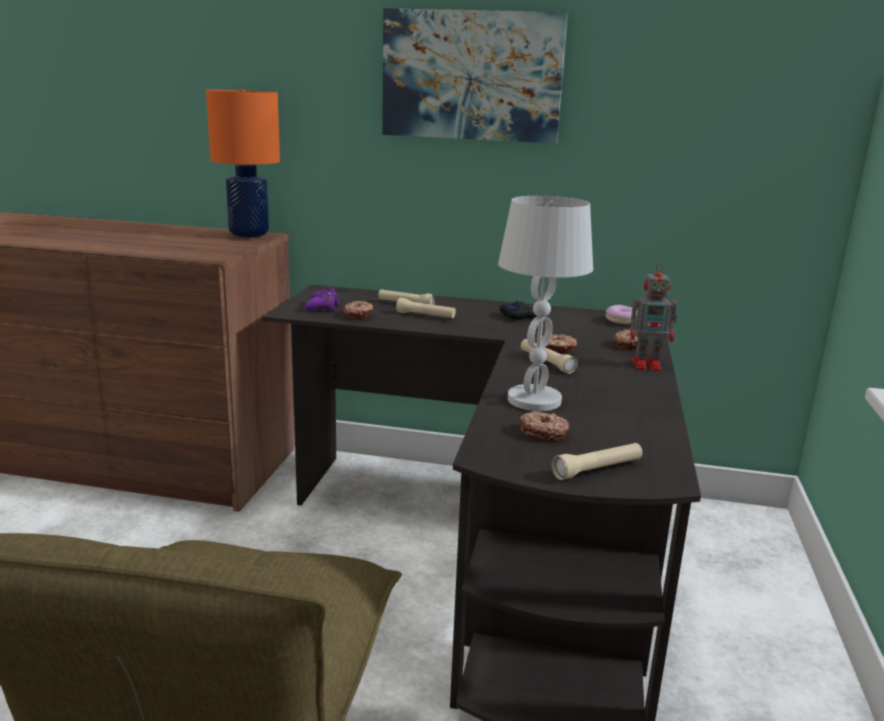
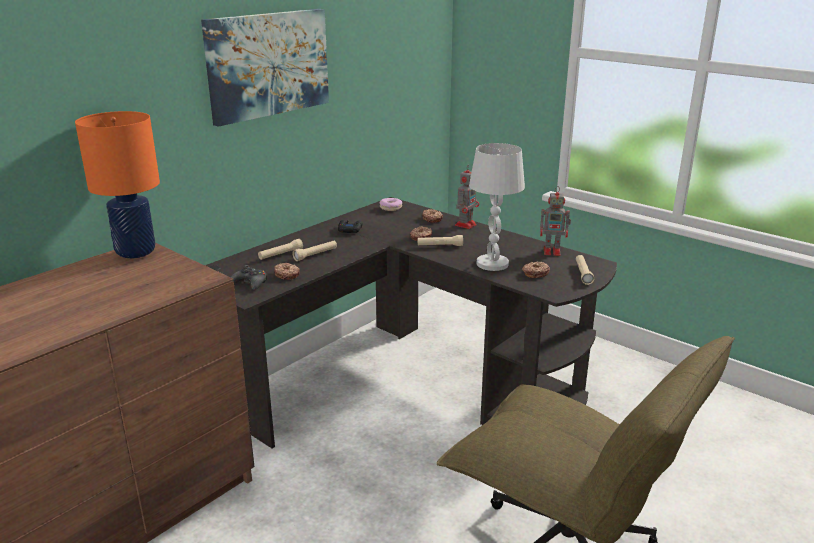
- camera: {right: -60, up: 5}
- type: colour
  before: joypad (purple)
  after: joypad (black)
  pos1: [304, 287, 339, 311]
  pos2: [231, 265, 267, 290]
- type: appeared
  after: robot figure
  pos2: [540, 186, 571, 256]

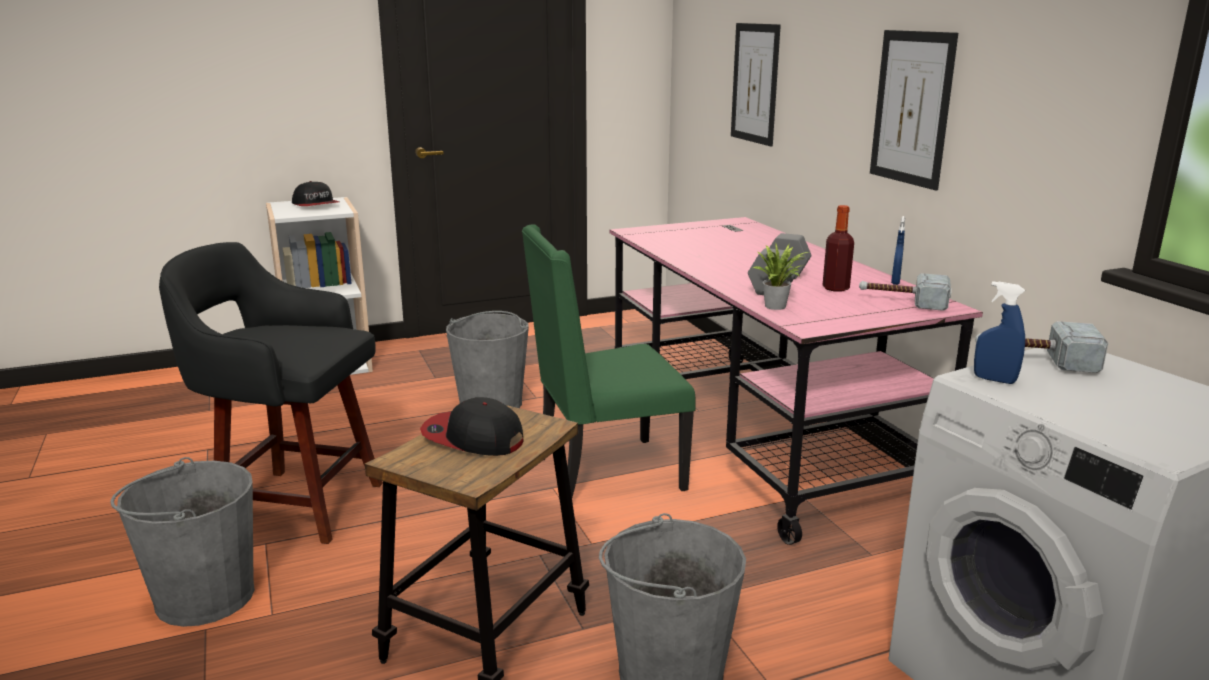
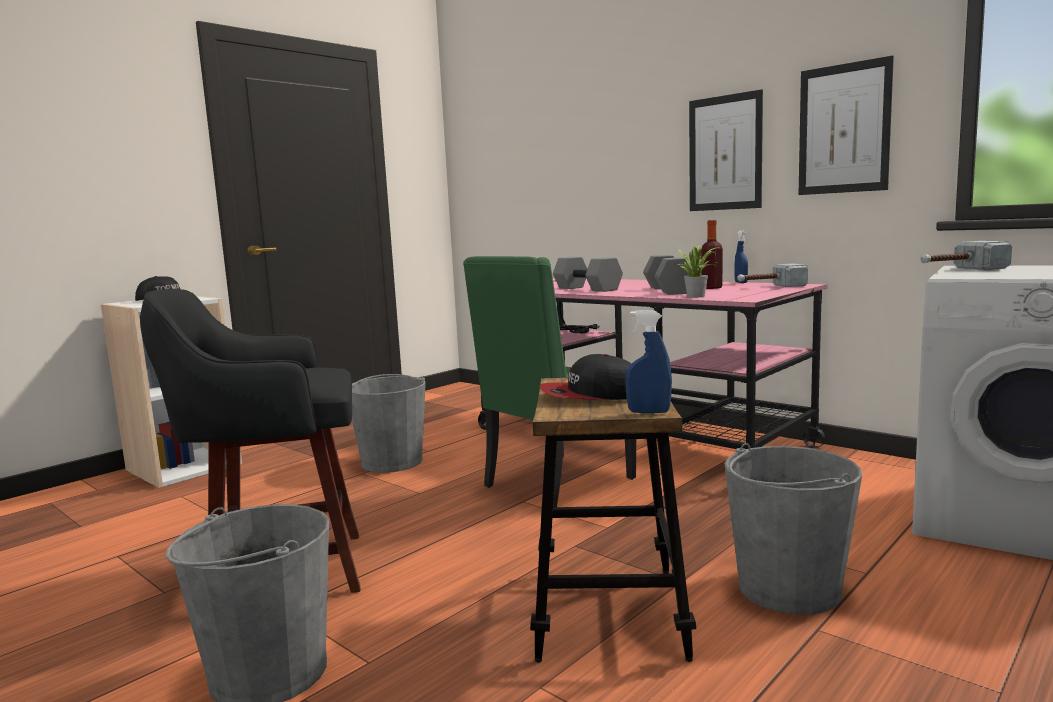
- camera: {right: -25, up: -10}
- type: appeared
  after: dumbbell (grey)
  pos2: [553, 257, 623, 292]
- type: relocated
  before: hand sprayer (bluish)
  pos1: [974, 281, 1025, 384]
  pos2: [625, 311, 672, 413]
- type: relocated
  before: picture
  pos1: [731, 23, 781, 146]
  pos2: [799, 55, 894, 195]

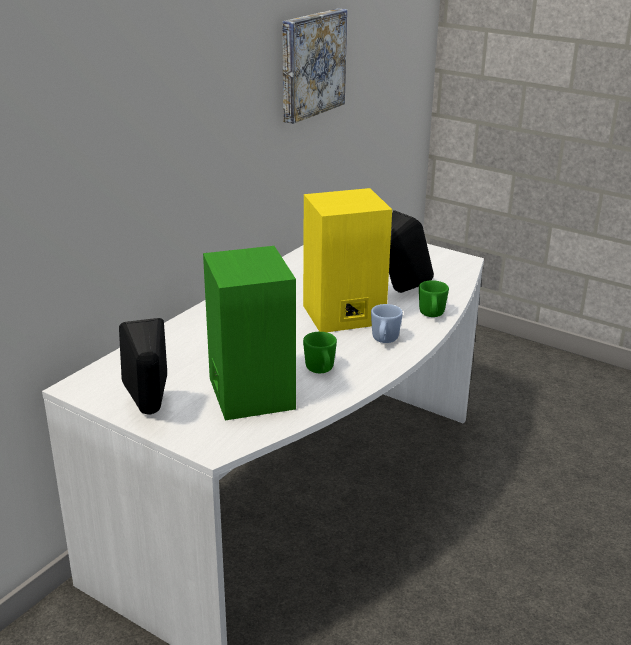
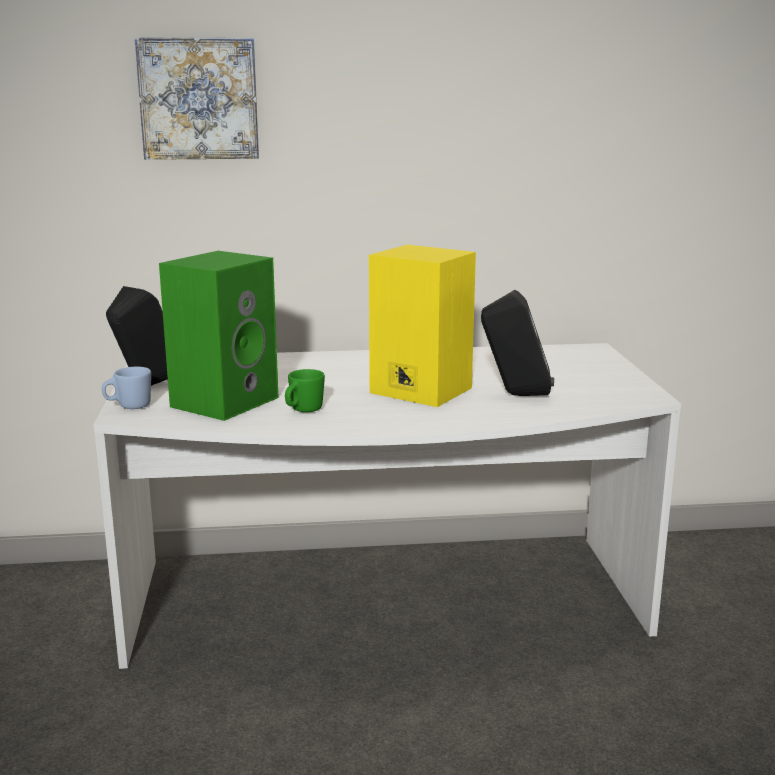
- camera: {right: 50, up: -10}
- type: relocated
  before: coffee mug (bluish)
  pos1: [371, 304, 403, 343]
  pos2: [102, 367, 151, 409]
- type: relocated
  before: picture
  pos1: [283, 8, 347, 124]
  pos2: [135, 37, 259, 160]
- type: missing
  before: coffee mug (green-coloured)
  pos1: [419, 280, 449, 317]

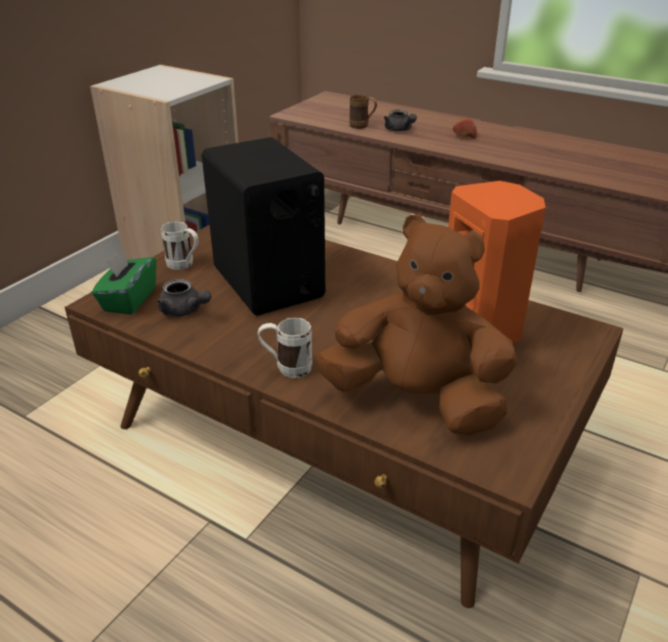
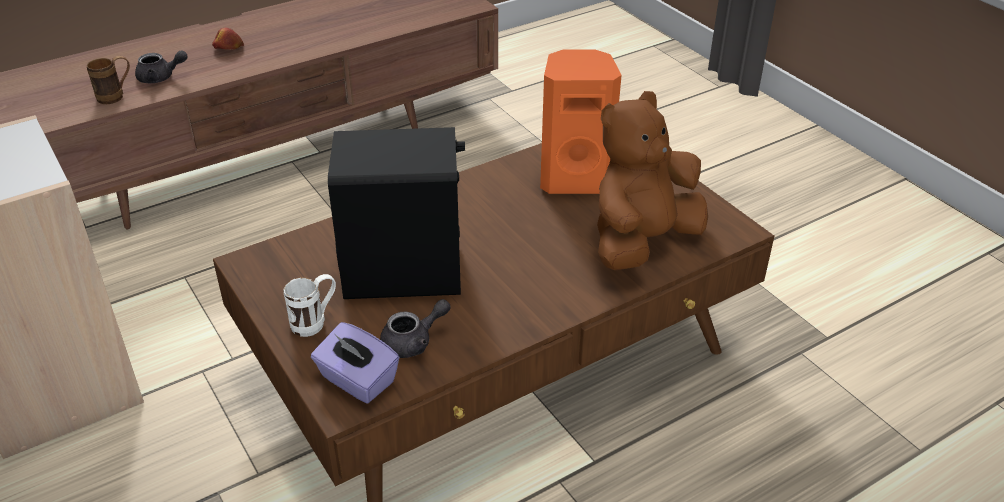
- camera: {right: -65, up: 5}
- type: colour
  before: tissue holder (green-coloured)
  after: tissue holder (purple)
  pos1: [92, 249, 156, 315]
  pos2: [311, 322, 399, 404]
- type: missing
  before: coffee mug (white-coloured)
  pos1: [258, 318, 312, 378]

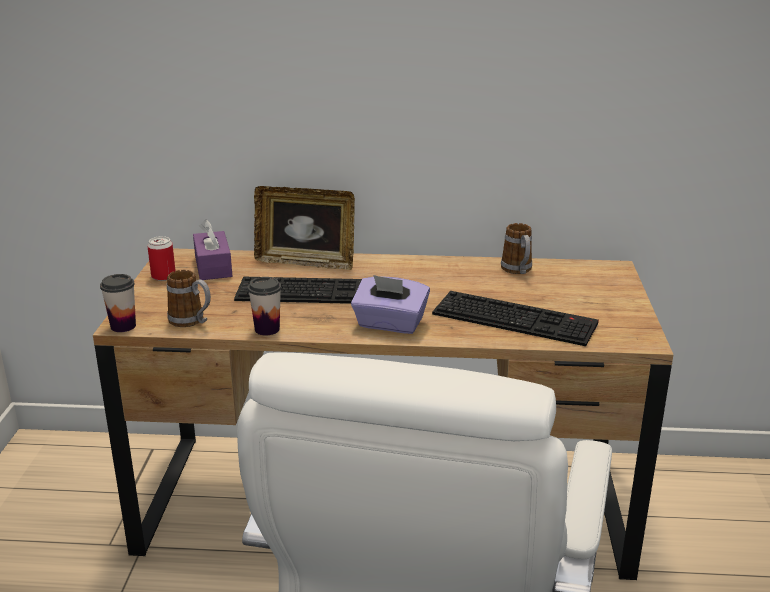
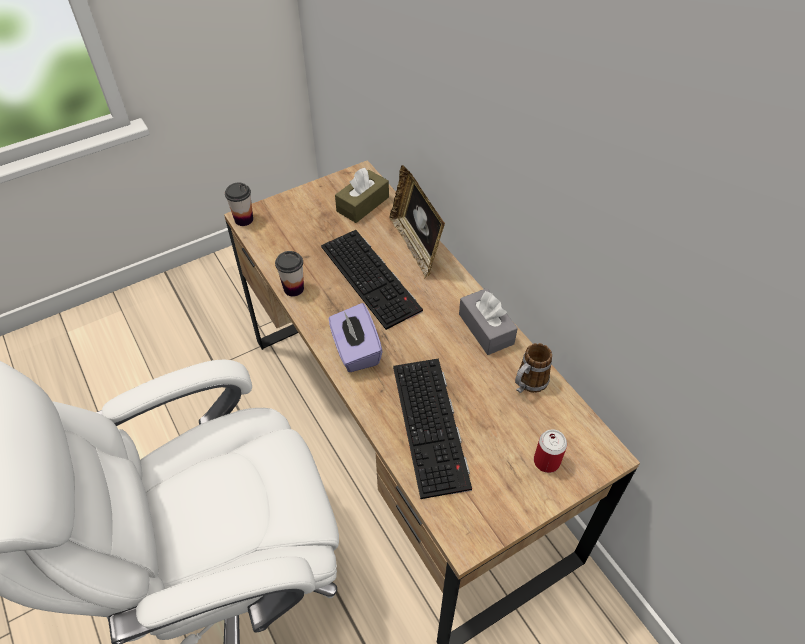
- camera: {right: 55, up: 25}
- type: colour
  before: tissue holder (purple)
  after: tissue holder (brownish)
  pos1: [193, 219, 232, 280]
  pos2: [335, 168, 389, 223]
- type: appeared
  after: tissue holder (grey)
  pos2: [459, 288, 518, 355]
- type: relocated
  before: sealed can
  pos1: [147, 236, 176, 281]
  pos2: [534, 429, 567, 473]
- type: missing
  before: coffee mug
  pos1: [167, 270, 211, 327]

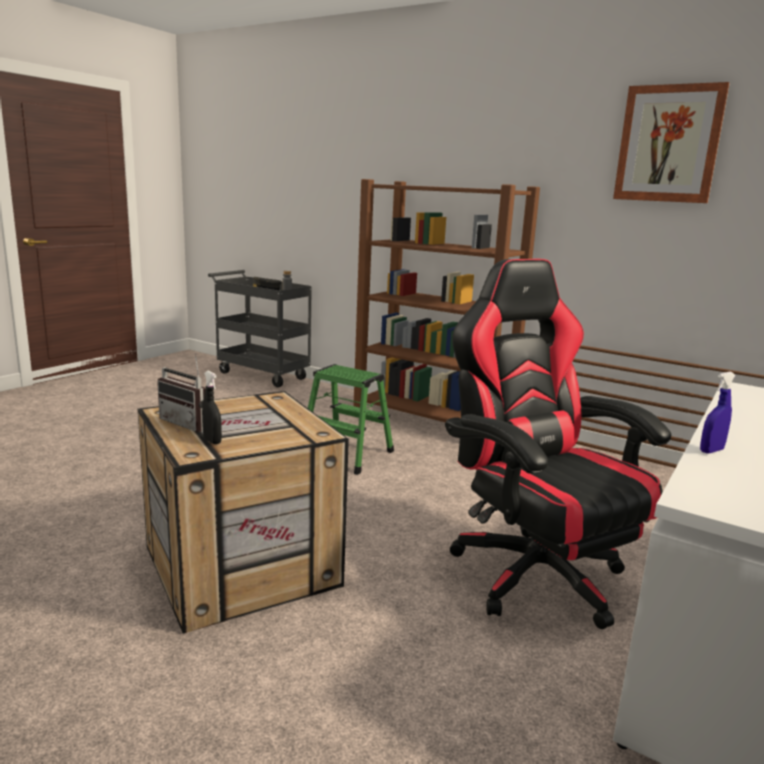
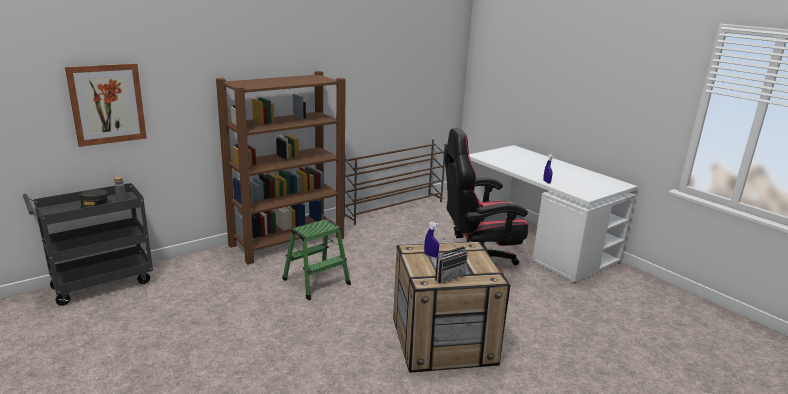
- camera: {right: -70, up: 5}
- type: relocated
  before: picture
  pos1: [613, 82, 730, 203]
  pos2: [65, 63, 147, 147]
- type: appeared
  after: hand sprayer (bluish)
  pos2: [424, 222, 439, 257]
- type: missing
  before: hand sprayer (black)
  pos1: [202, 371, 222, 444]

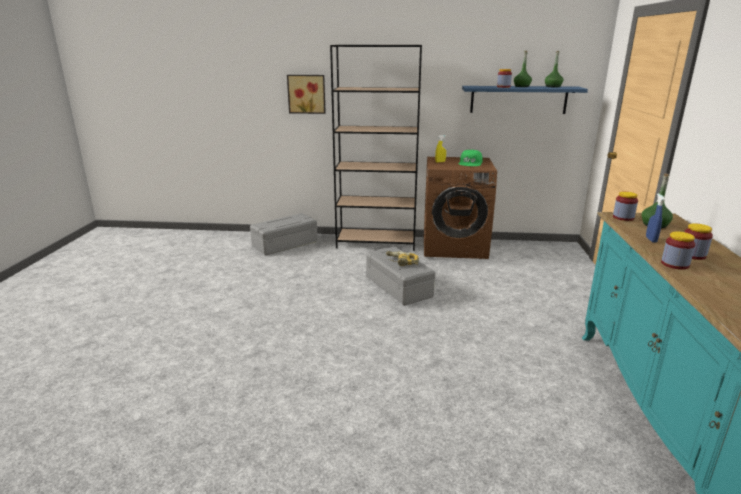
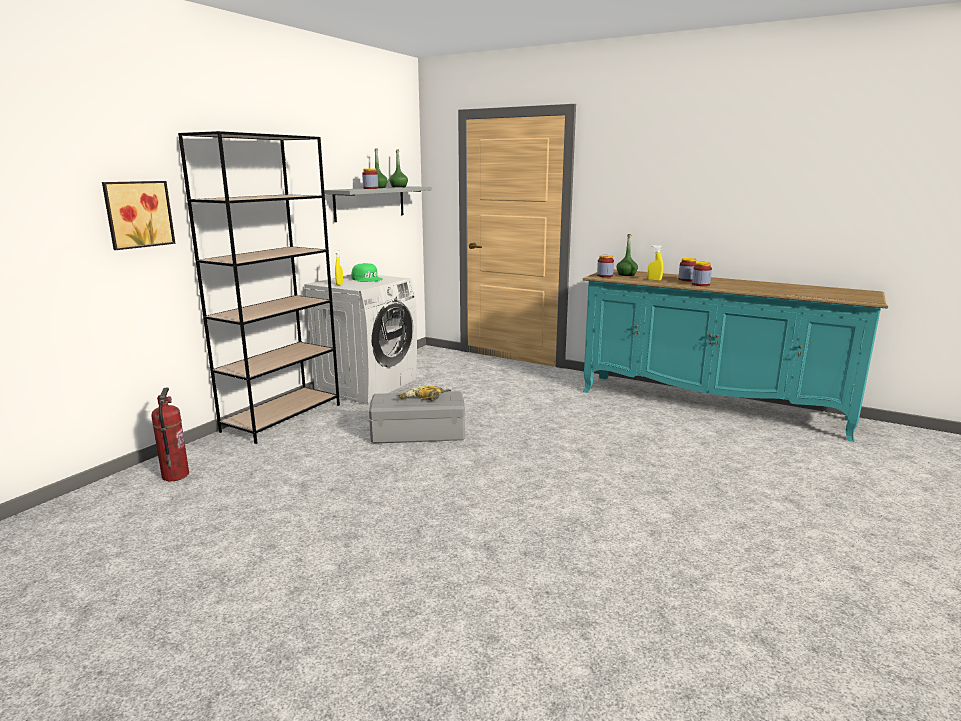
- camera: {right: -65, up: -5}
- type: exchanged
  before: storage bin (grey)
  after: fire extinguisher
  pos1: [250, 213, 318, 255]
  pos2: [151, 387, 189, 481]
- type: colour
  before: washing machine (brownish)
  after: washing machine (white-coloured)
  pos1: [424, 157, 497, 259]
  pos2: [304, 274, 417, 404]
- type: colour
  before: wall shelf (bluish)
  after: wall shelf (grey)
  pos1: [462, 86, 588, 114]
  pos2: [324, 186, 432, 222]
- type: colour
  before: hand sprayer (bluish)
  after: hand sprayer (yellow-coloured)
  pos1: [646, 193, 665, 243]
  pos2: [648, 245, 663, 281]

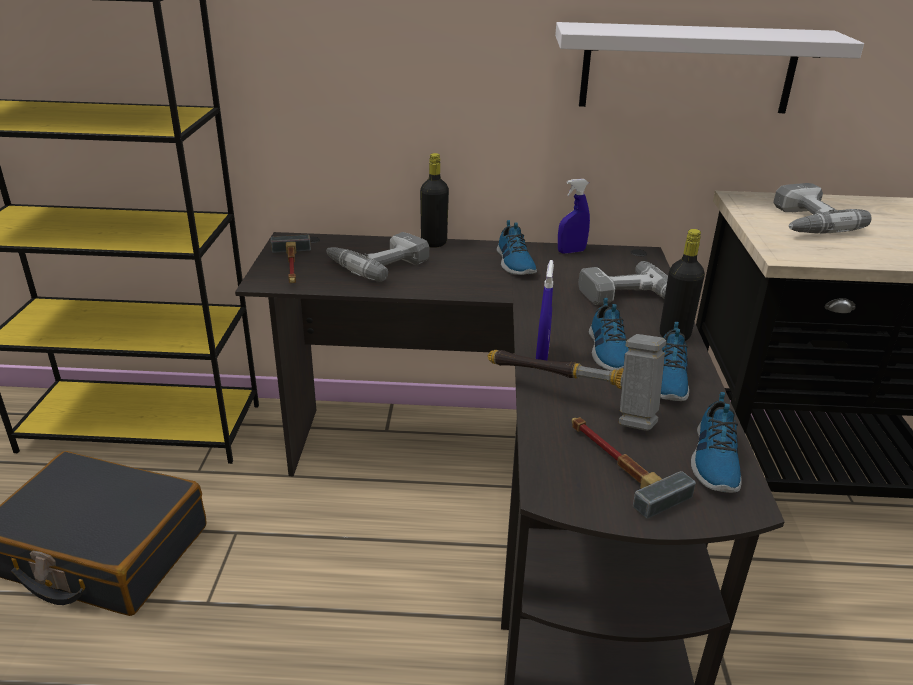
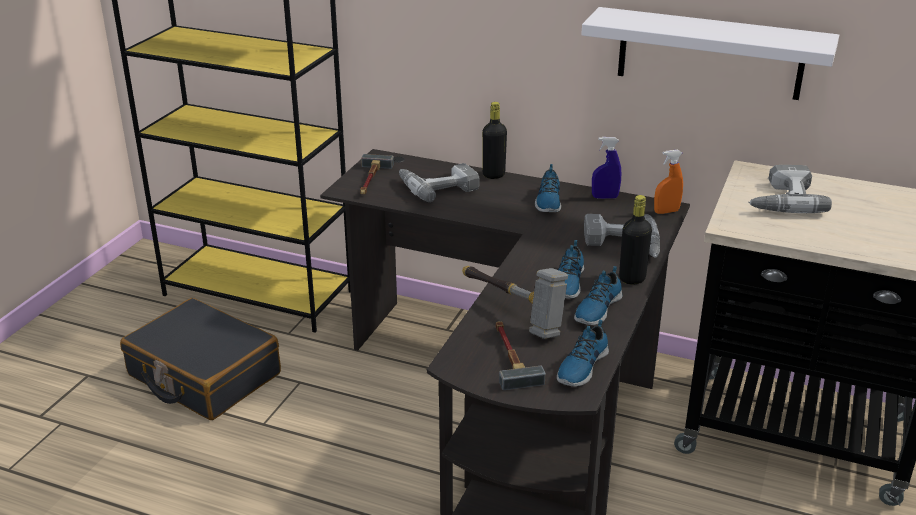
- camera: {right: 20, up: 0}
- type: appeared
  after: hand sprayer (orangey)
  pos2: [654, 150, 683, 214]
- type: missing
  before: hand sprayer (bluish)
  pos1: [536, 260, 554, 360]

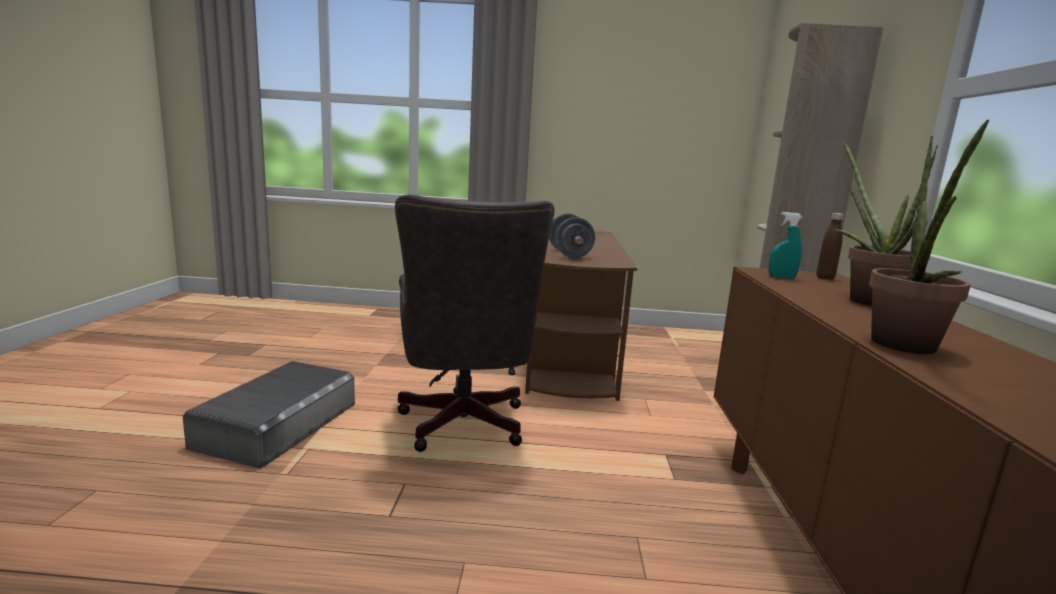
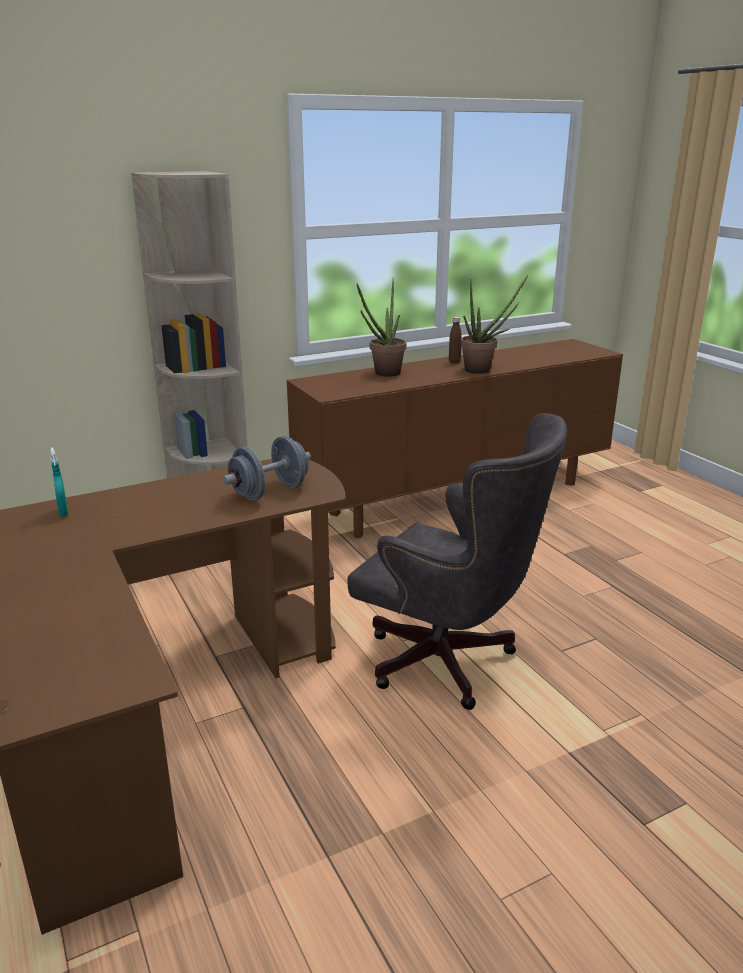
- camera: {right: -120, up: 10}
- type: relocated
  before: hand sprayer (blue-green)
  pos1: [769, 212, 803, 279]
  pos2: [50, 447, 68, 517]
- type: spun
  before: desk chair (grey)
  pos1: [395, 195, 554, 452]
  pos2: [347, 413, 567, 710]
  turn: 75
- type: relocated
  before: bottle (brownish)
  pos1: [816, 213, 844, 280]
  pos2: [449, 317, 462, 364]
- type: missing
  before: storage bin (grey)
  pos1: [183, 361, 355, 468]

